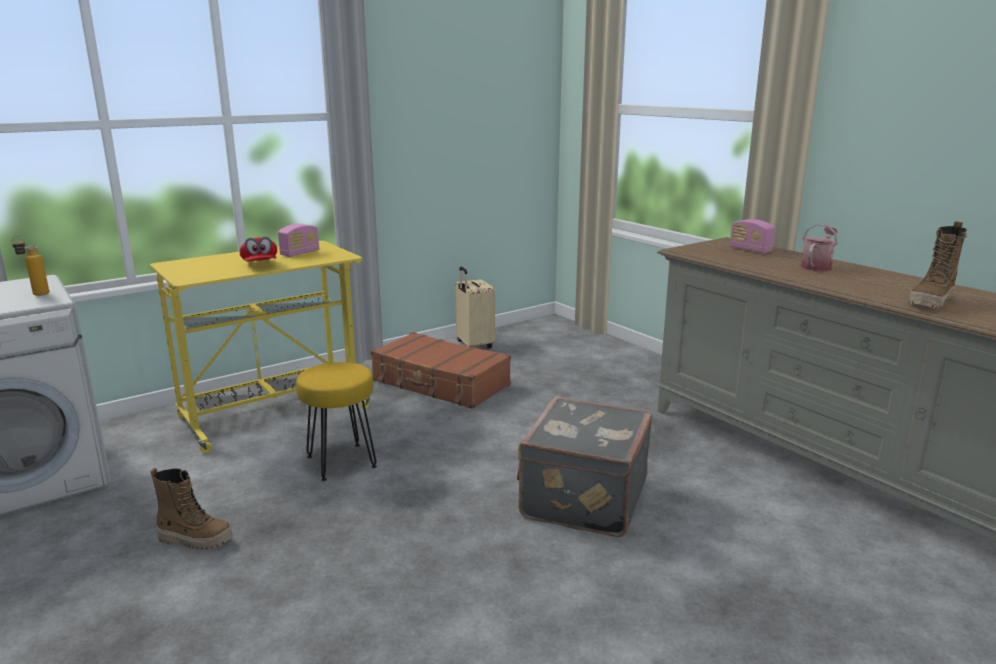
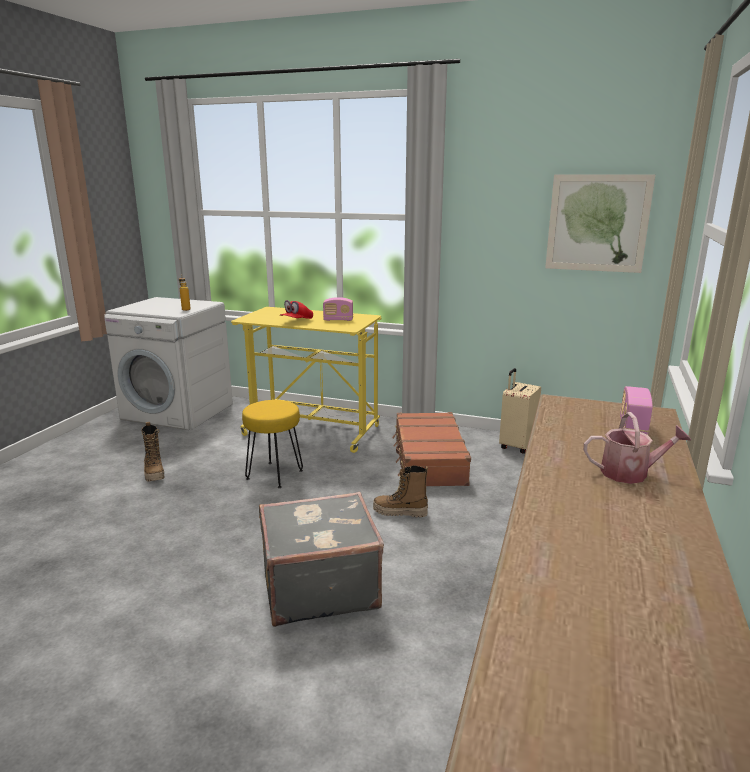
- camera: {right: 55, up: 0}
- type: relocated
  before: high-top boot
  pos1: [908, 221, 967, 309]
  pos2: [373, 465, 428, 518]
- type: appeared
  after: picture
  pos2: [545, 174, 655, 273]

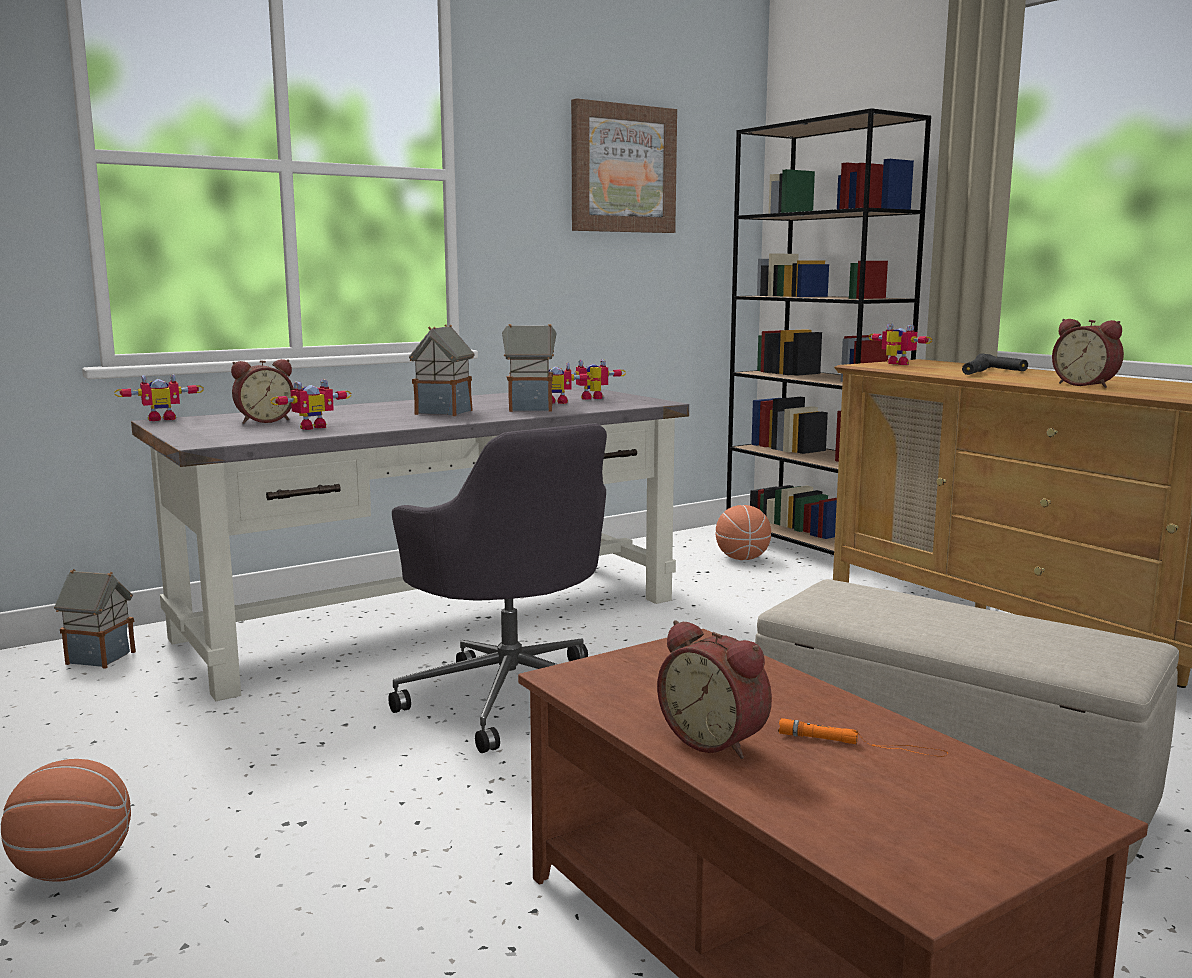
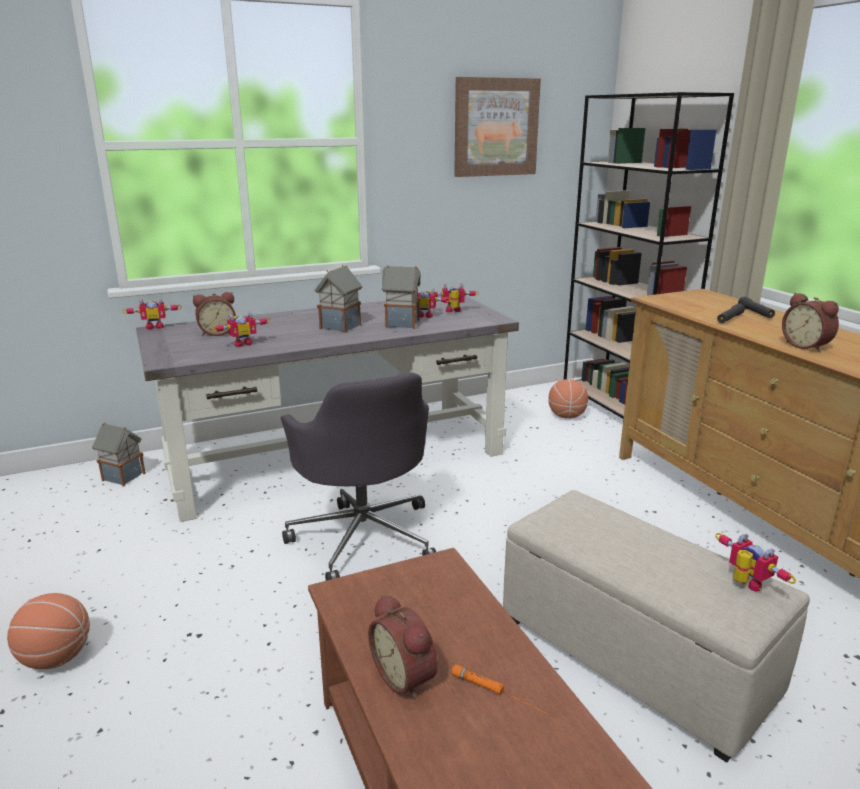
- camera: {right: 10, up: 10}
- type: relocated
  before: robot figure
  pos1: [869, 323, 932, 365]
  pos2: [715, 533, 796, 592]

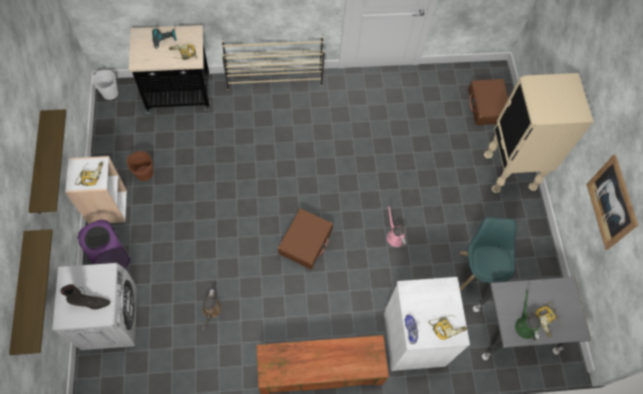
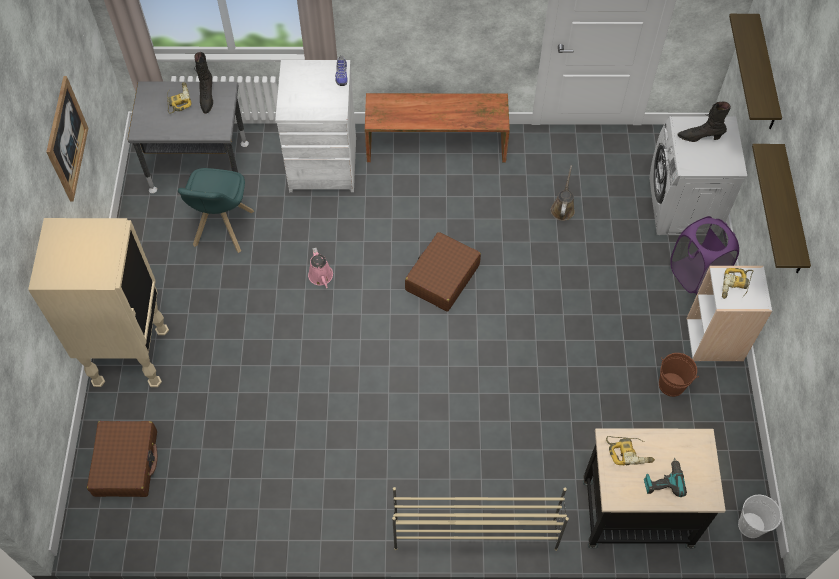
- camera: {right: -170, up: -5}
- type: exchanged
  before: watering can (green-coloured)
  after: high-top boot (black)
  pos1: [515, 289, 541, 340]
  pos2: [194, 52, 213, 114]
- type: missing
  before: drill
  pos1: [429, 315, 467, 340]

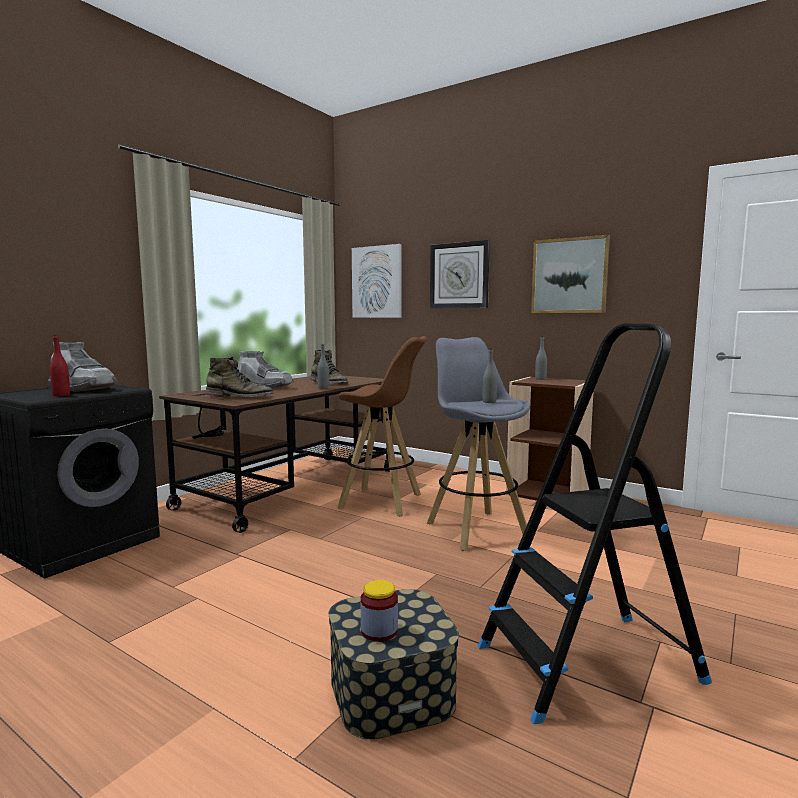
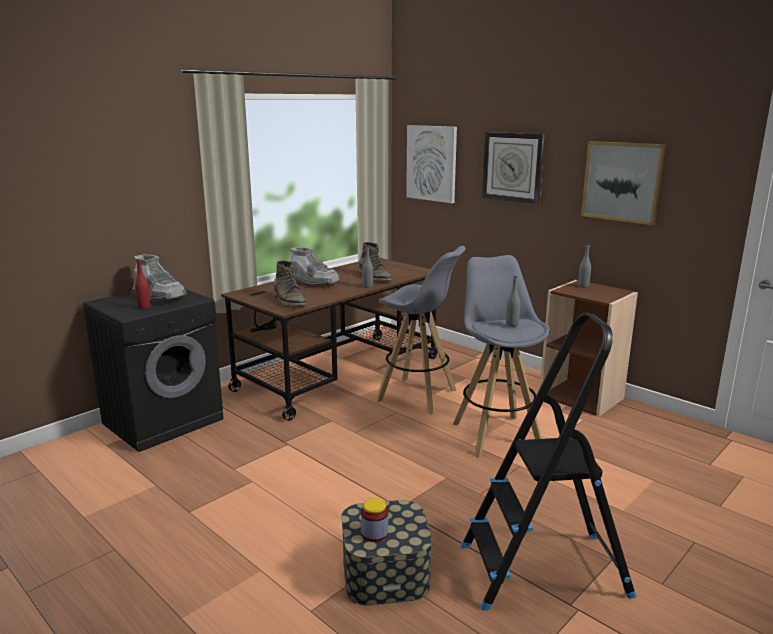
- camera: {right: 10, up: 10}
- type: spun
  before: high-top boot (green-coloured)
  pos1: [206, 357, 274, 397]
  pos2: [273, 260, 307, 306]
  turn: 45
- type: colour
  before: sitting stool (brownish)
  after: sitting stool (grey)
  pos1: [337, 336, 427, 516]
  pos2: [376, 246, 466, 414]

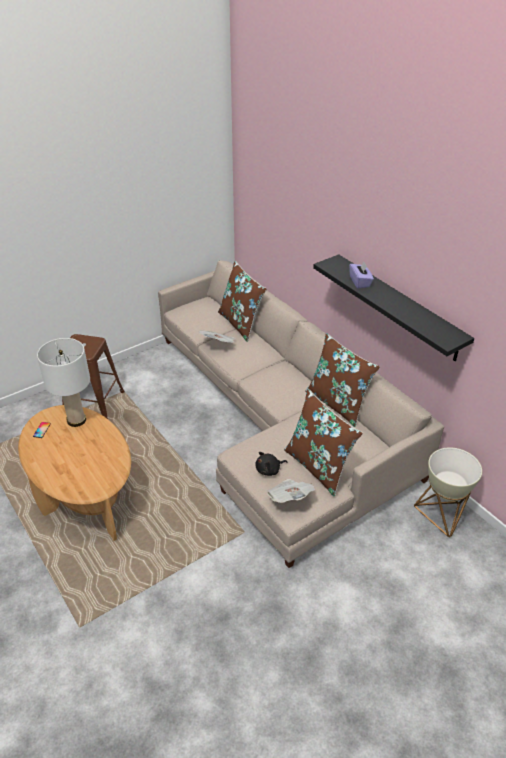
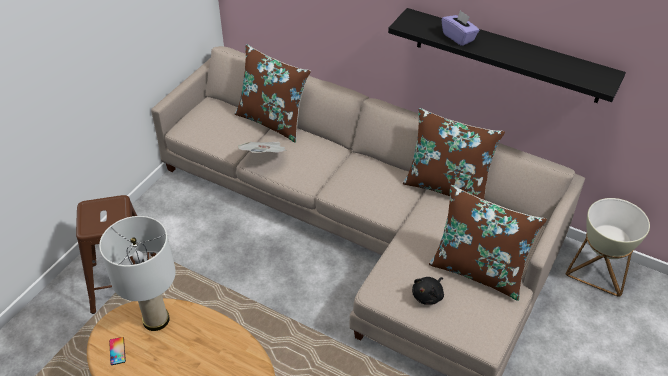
- camera: {right: -25, up: 5}
- type: missing
  before: daily paper
  pos1: [267, 479, 315, 503]

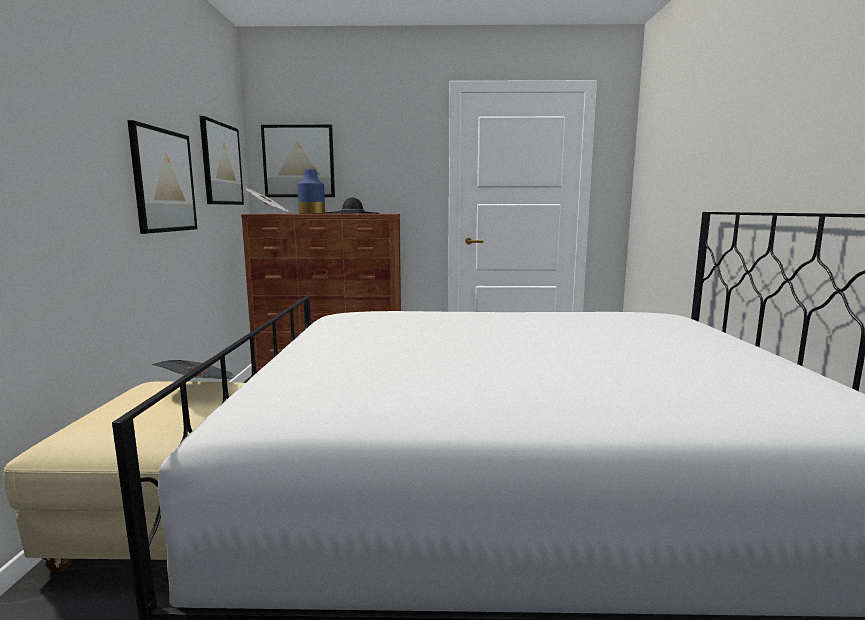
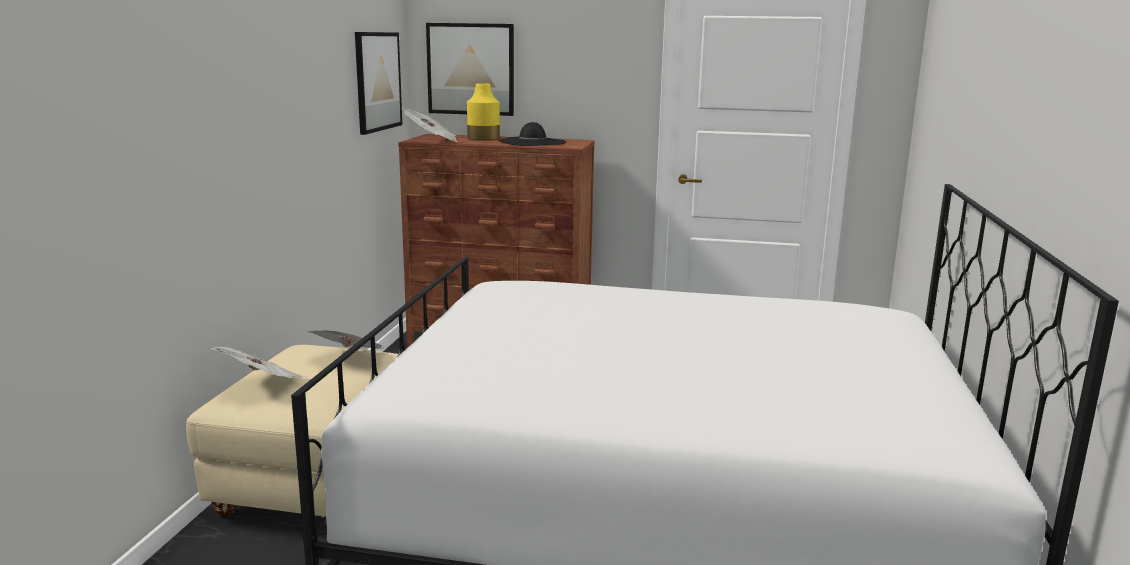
- camera: {right: 10, up: 5}
- type: appeared
  after: daily paper
  pos2: [210, 347, 306, 378]
- type: colour
  before: decorative vase (bluish)
  after: decorative vase (yellow-coloured)
  pos1: [297, 169, 325, 214]
  pos2: [467, 83, 500, 141]
- type: missing
  before: picture
  pos1: [127, 120, 197, 234]

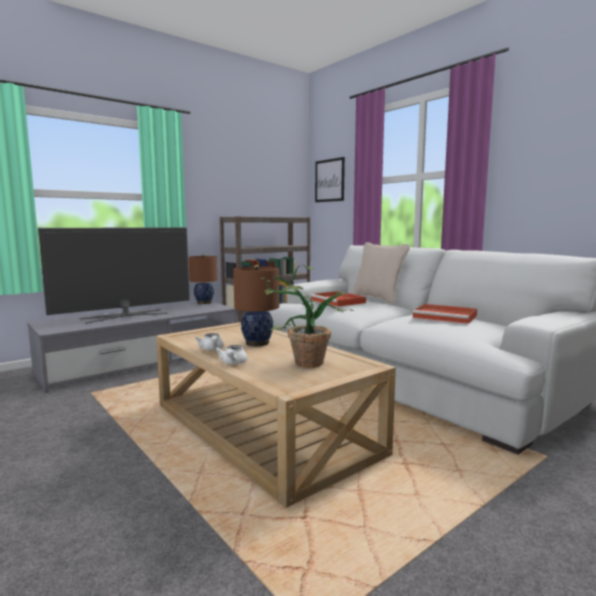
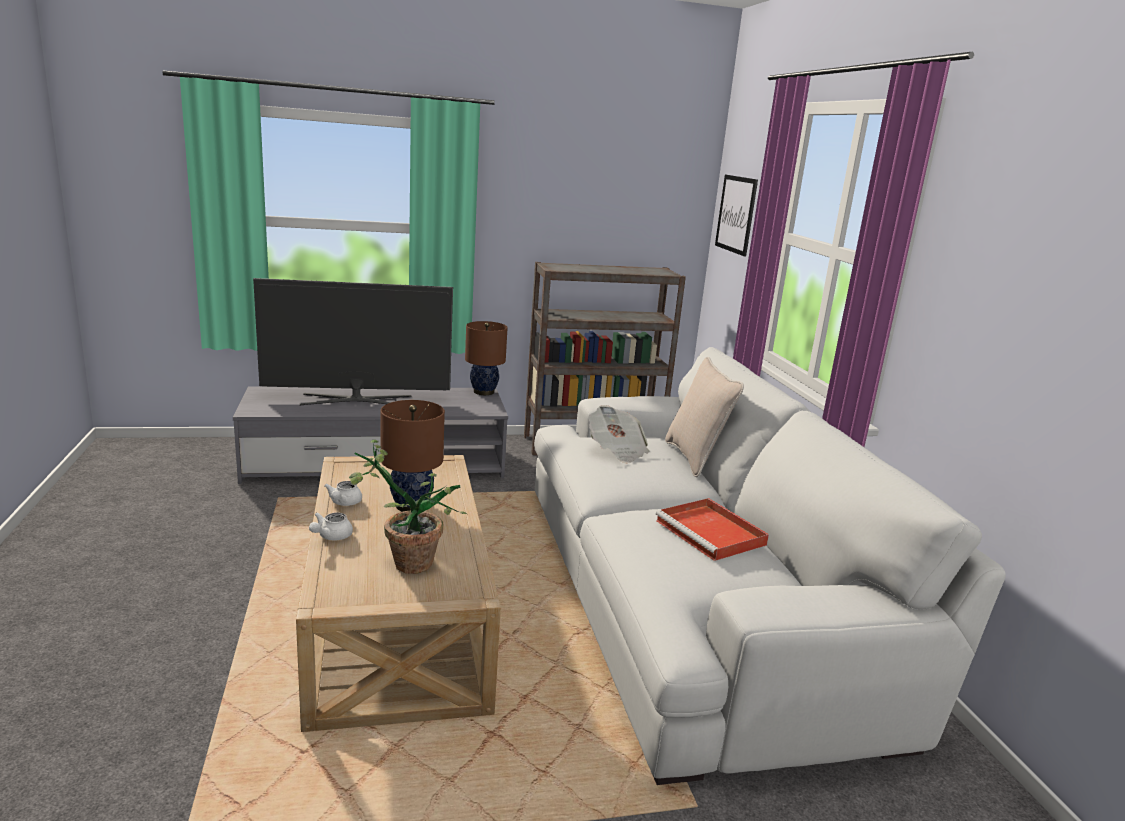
- camera: {right: 25, up: 10}
- type: exchanged
  before: tray (red-coloured)
  after: daily paper
  pos1: [310, 291, 366, 307]
  pos2: [588, 405, 650, 464]

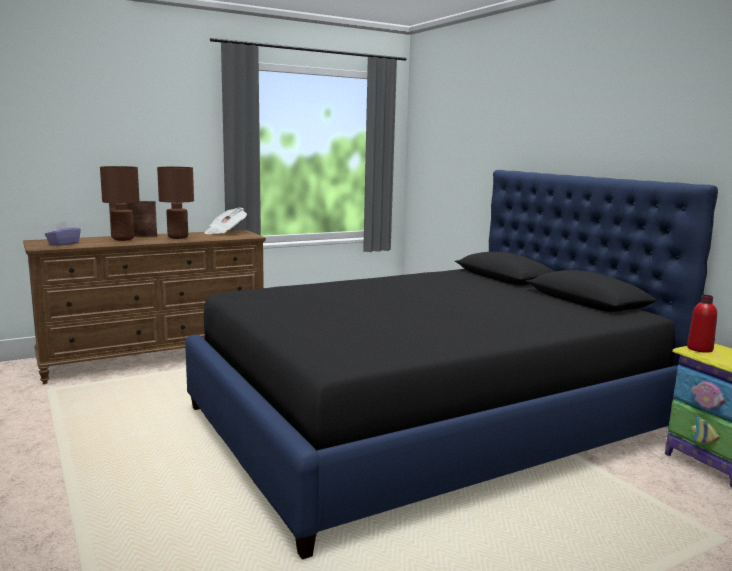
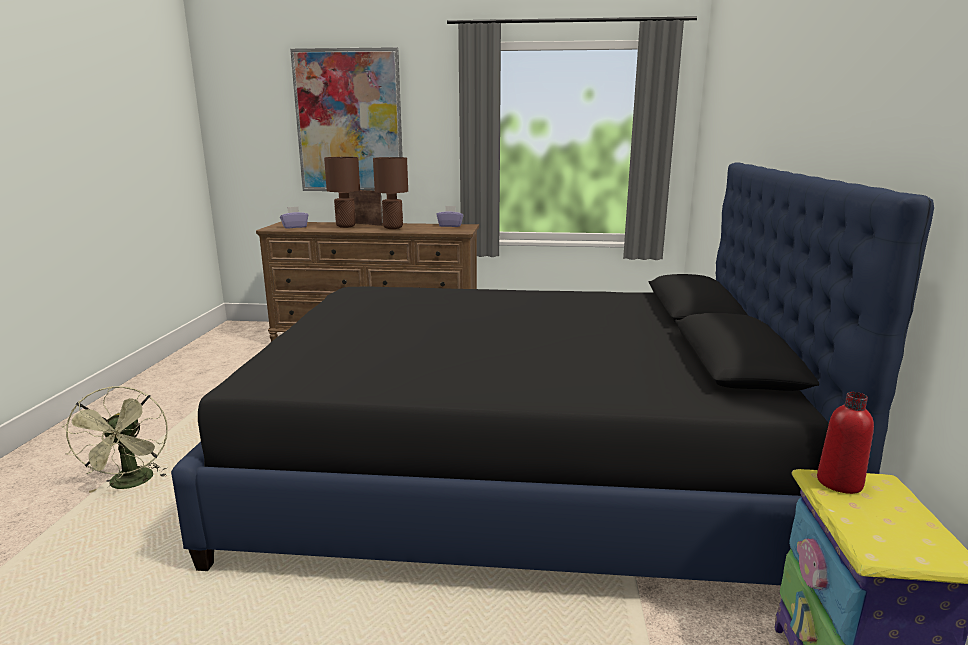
- camera: {right: 35, up: 5}
- type: appeared
  after: fan (green-coloured)
  pos2: [62, 386, 168, 493]
- type: appeared
  after: picture
  pos2: [290, 47, 403, 191]
- type: exchanged
  before: daily paper
  after: tissue holder (purple)
  pos1: [204, 208, 247, 234]
  pos2: [436, 206, 464, 227]

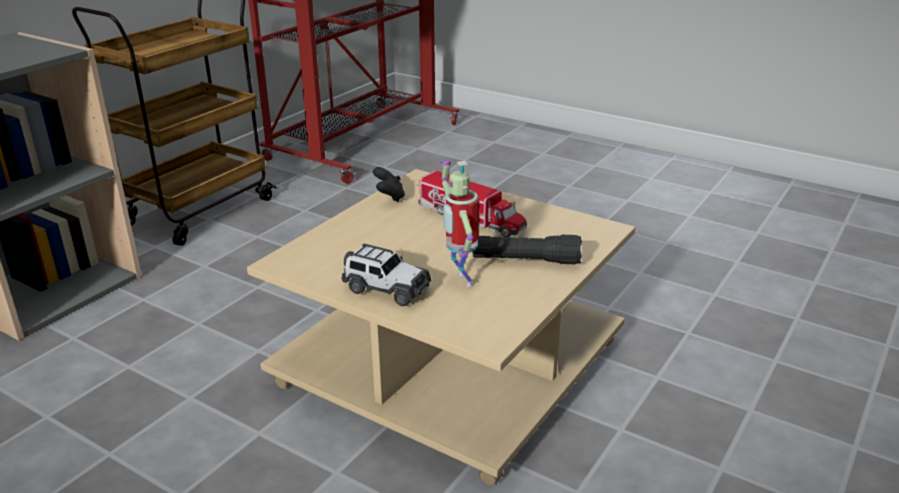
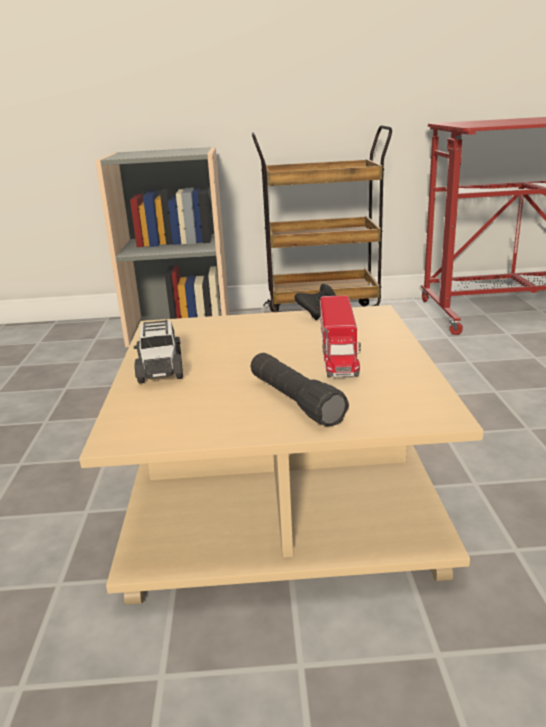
- camera: {right: 55, up: -5}
- type: missing
  before: robot figure
  pos1: [438, 161, 479, 287]

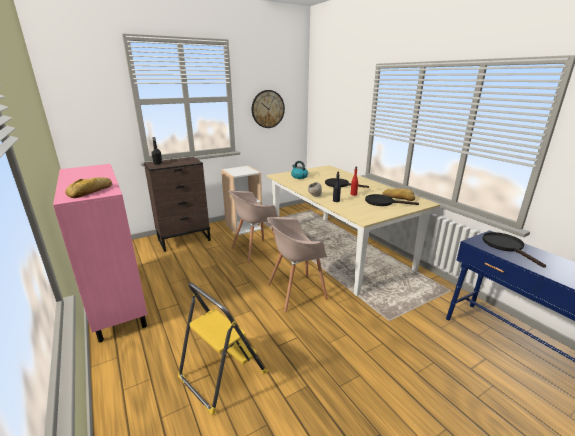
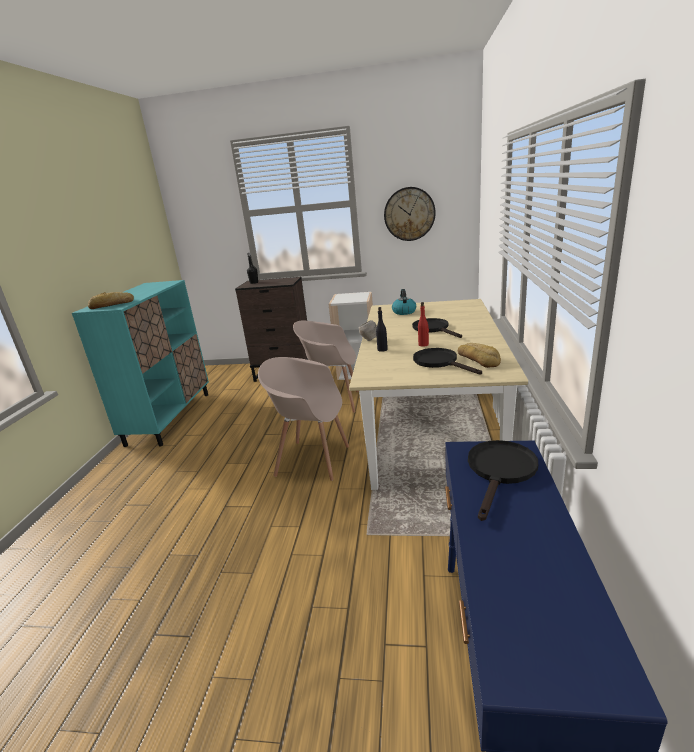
- camera: {right: 40, up: 0}
- type: colour
  before: storage cabinet (pink-coloured)
  after: storage cabinet (blue-green)
  pos1: [53, 164, 148, 343]
  pos2: [72, 280, 209, 447]
- type: missing
  before: stepladder (yellow-coloured)
  pos1: [178, 282, 268, 415]

